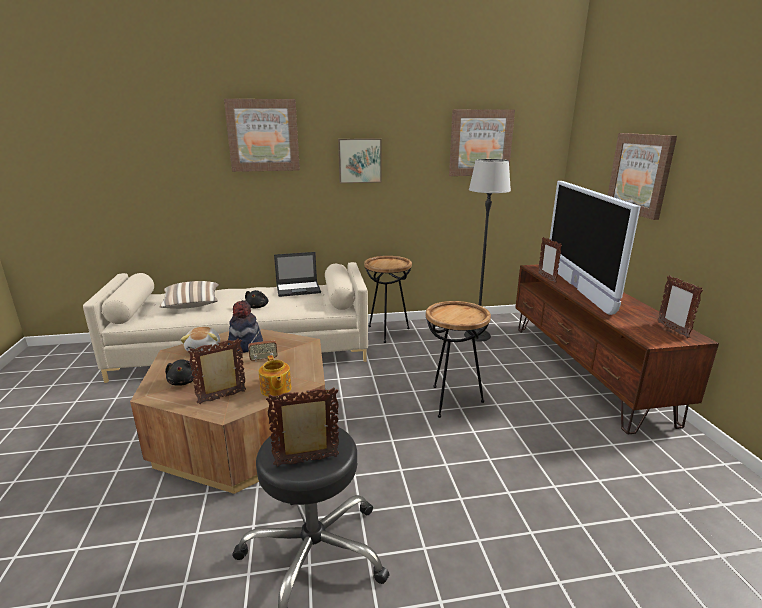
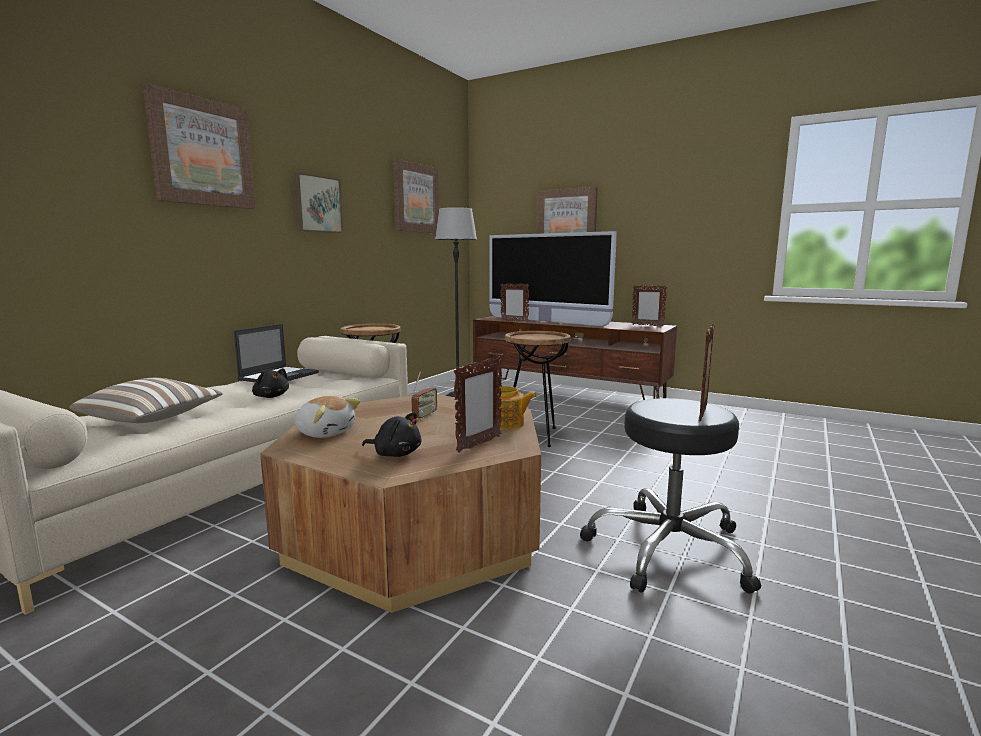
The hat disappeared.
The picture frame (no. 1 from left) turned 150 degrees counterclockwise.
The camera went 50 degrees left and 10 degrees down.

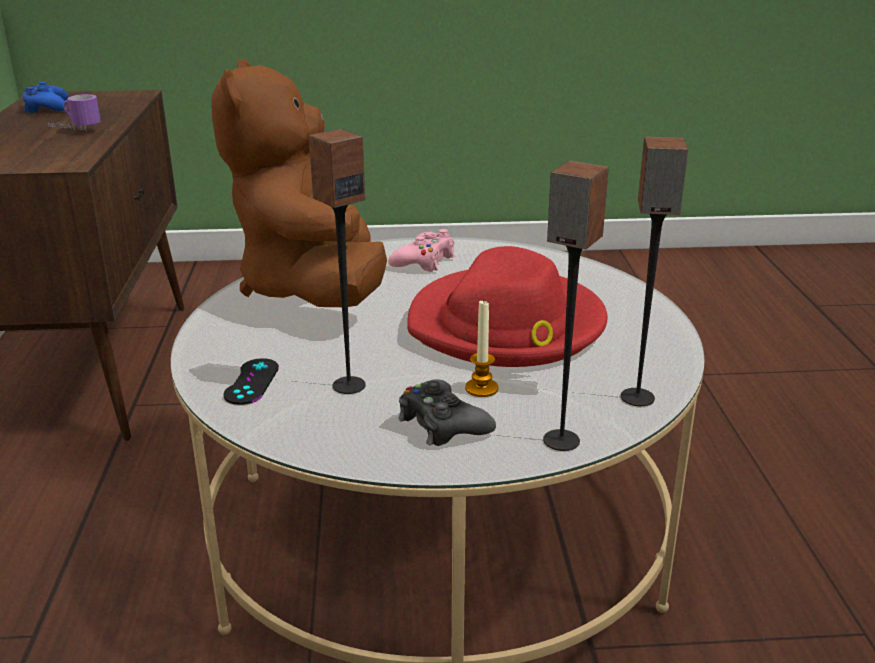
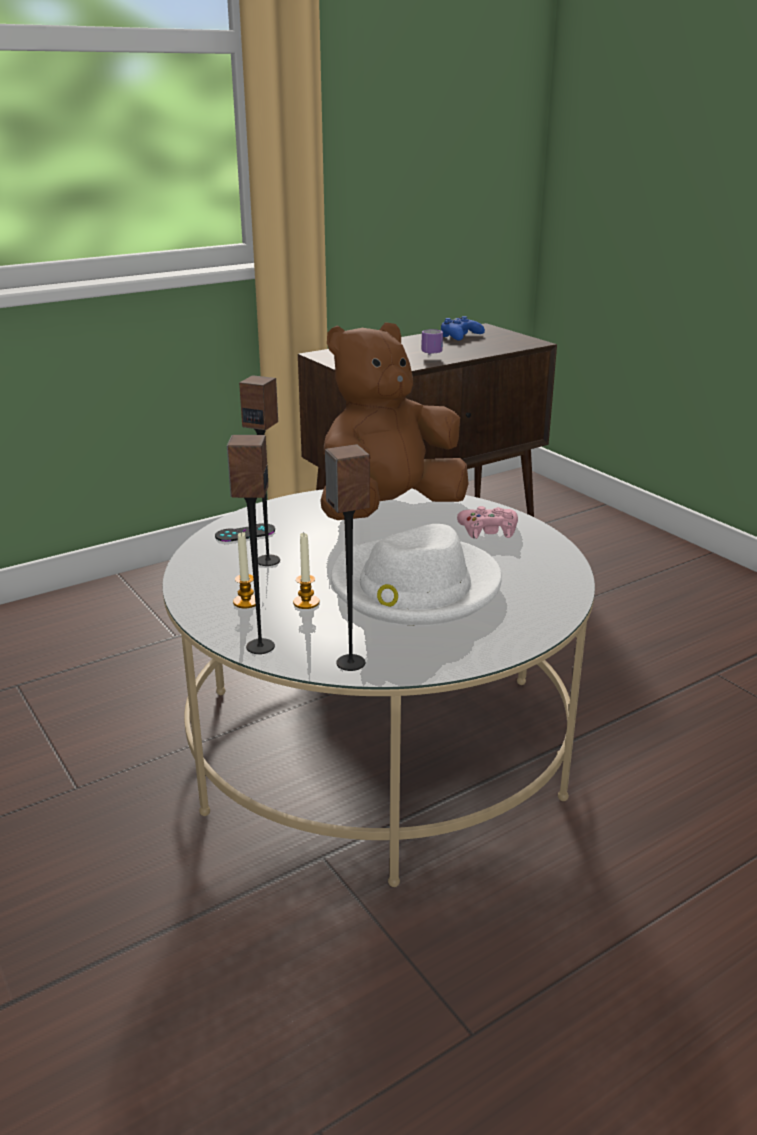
The black game controller (no. 2 from left) was replaced by the candle (no. 1 from left).
The red hat became the white hat.
The camera went 60 degrees right and 0 degrees up.

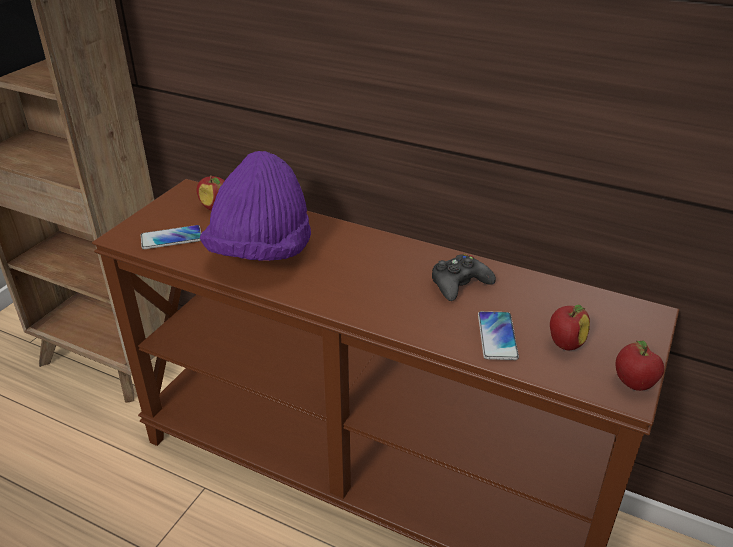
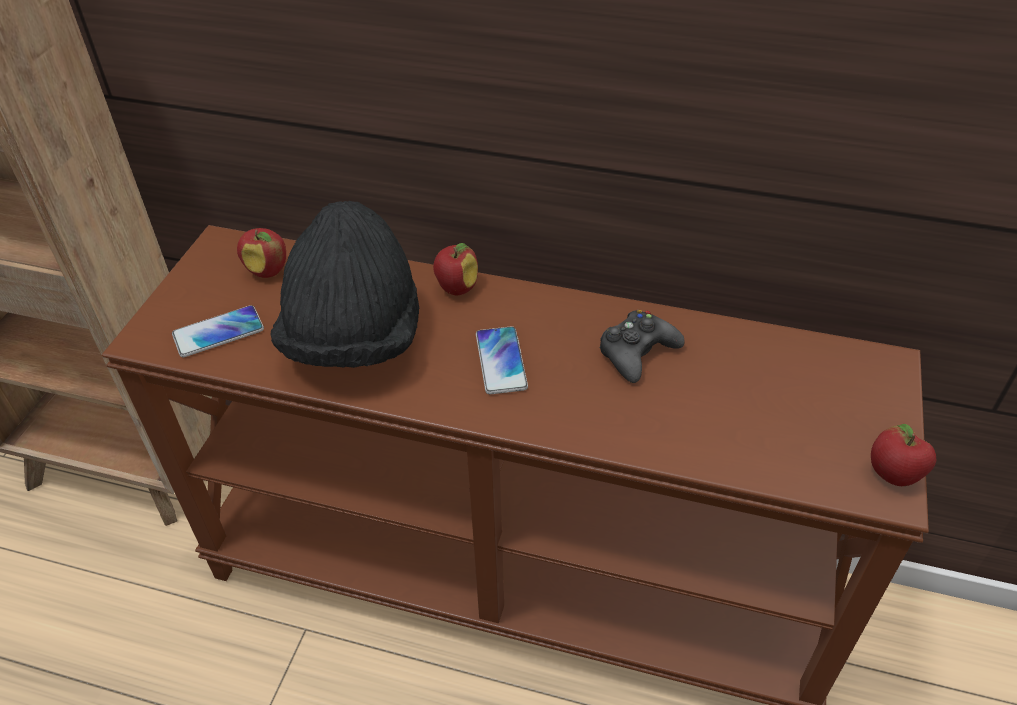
The phone (no. 2 from left) moved.
The apple (no. 2 from left) moved.
The purple hat became the black hat.
The camera went 10 degrees left and 10 degrees up.

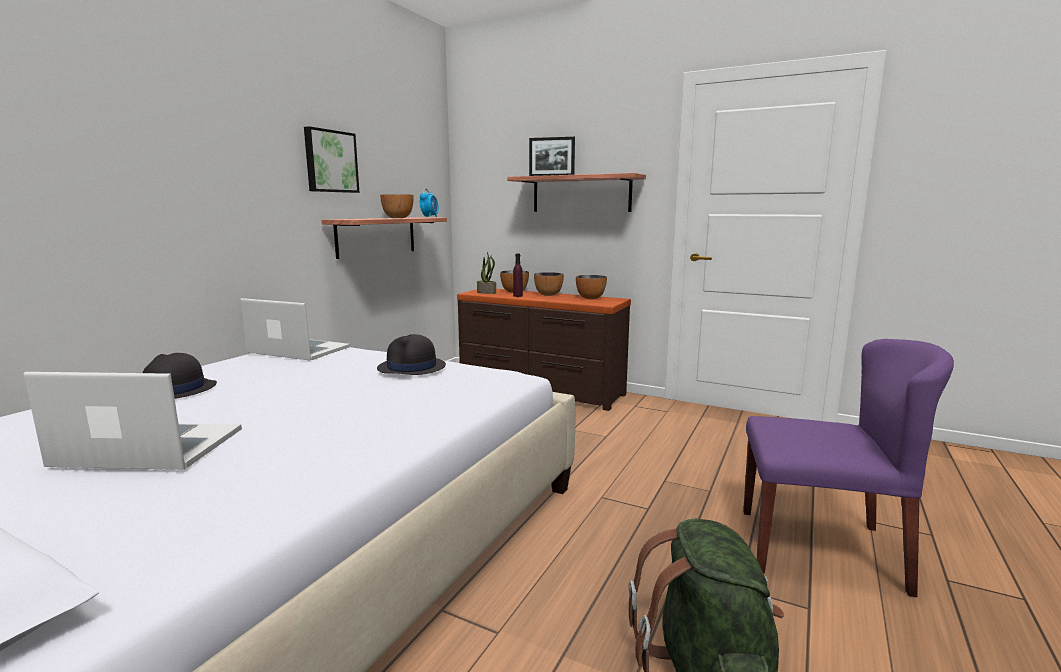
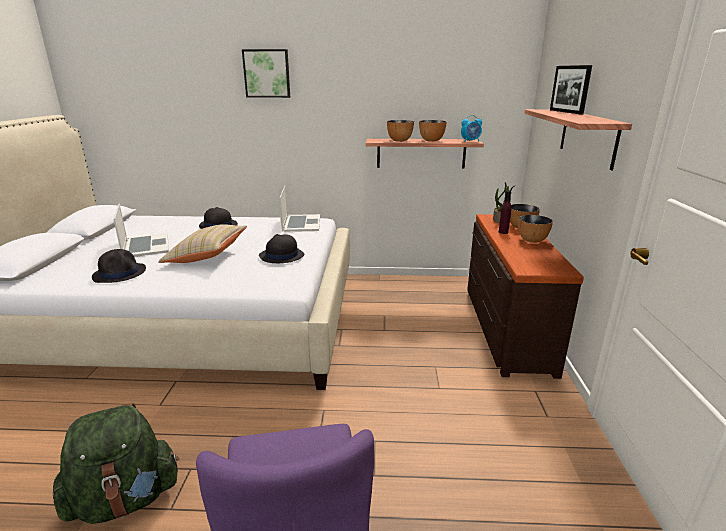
The black hat (no. 1 from left) appeared.
The beige pillow appeared.
The picture moved.
The bowl (no. 4 from left in the first image) moved.
The camera went 65 degrees right and 10 degrees up.

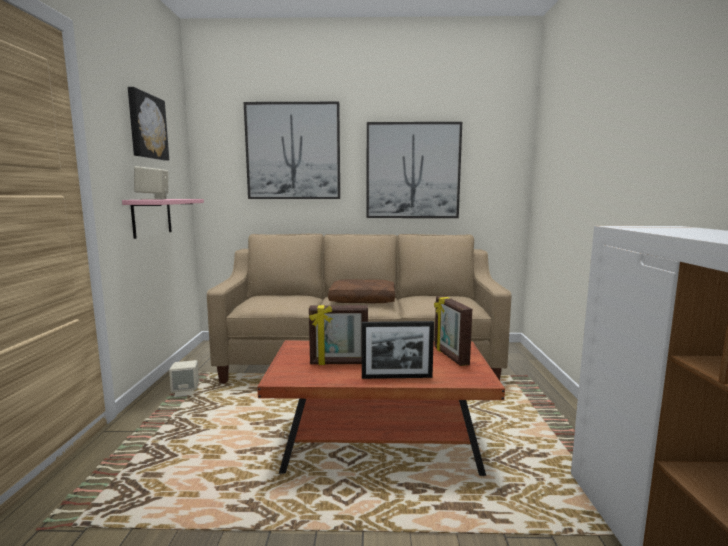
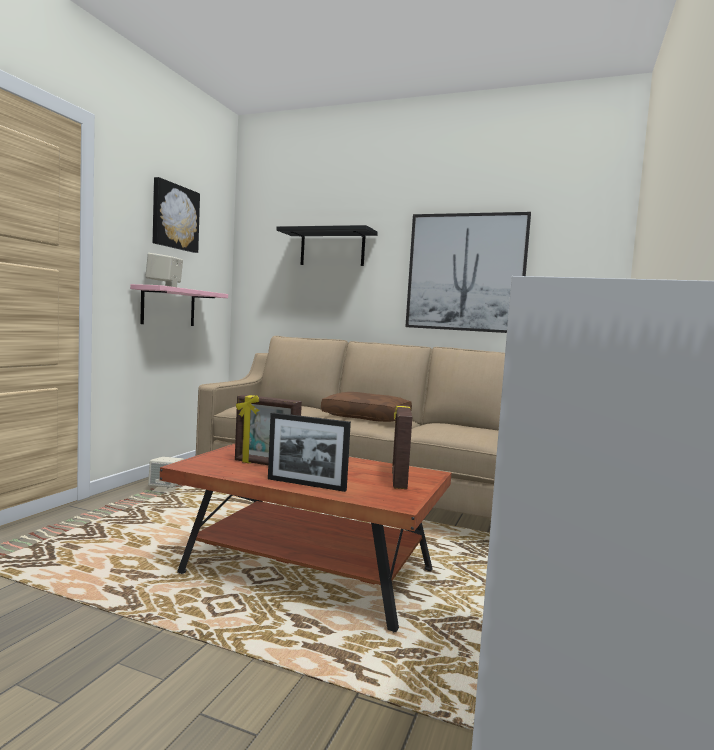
The picture (no. 2 from left) was replaced by the black shelf.
The camera went 20 degrees right and 5 degrees down.

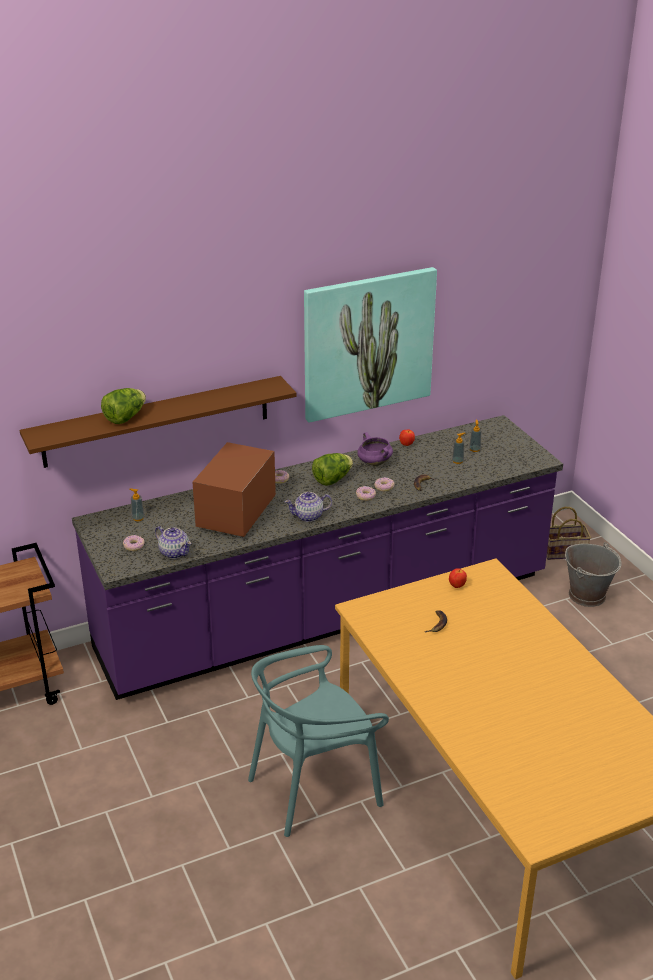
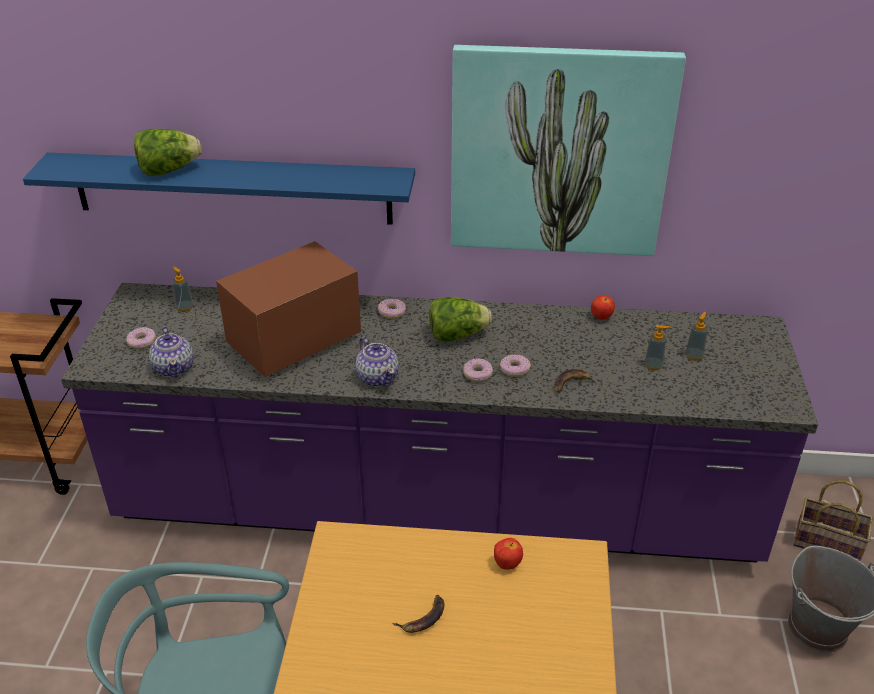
The purple cooking pot disappeared.
The brown shelf became the blue shelf.
The teapot (no. 2 from left) turned 135 degrees counterclockwise.
The camera went 30 degrees right and 5 degrees up.

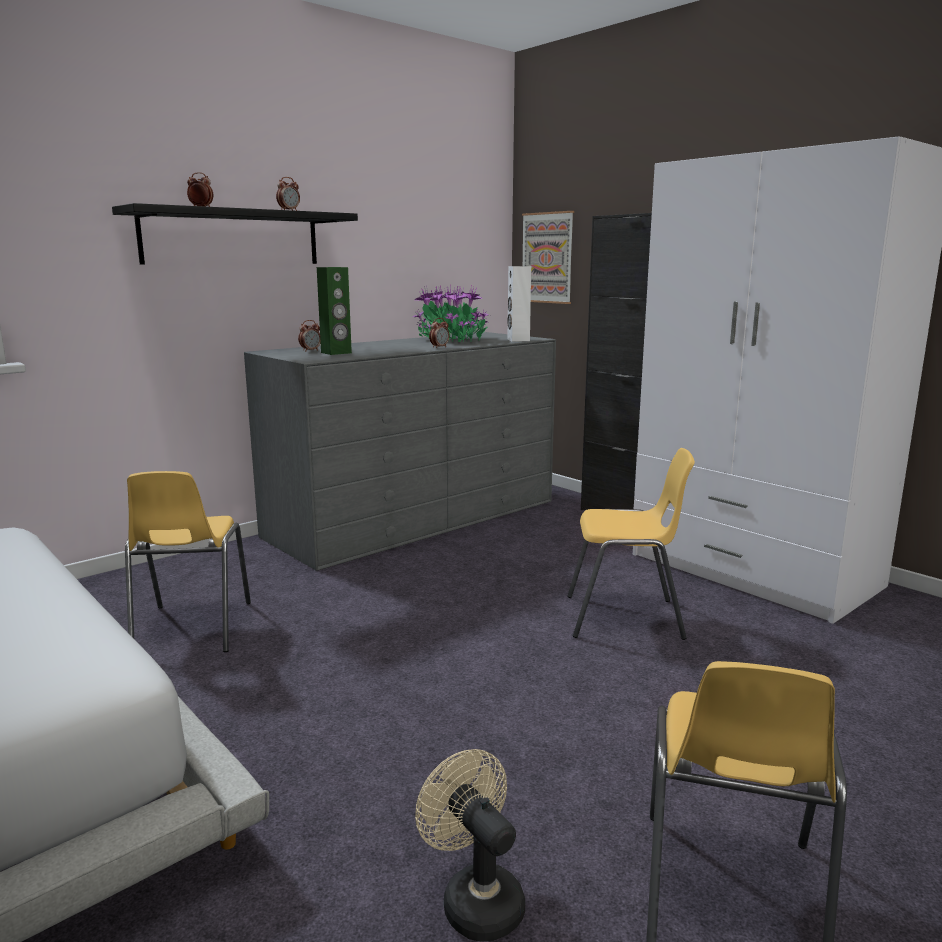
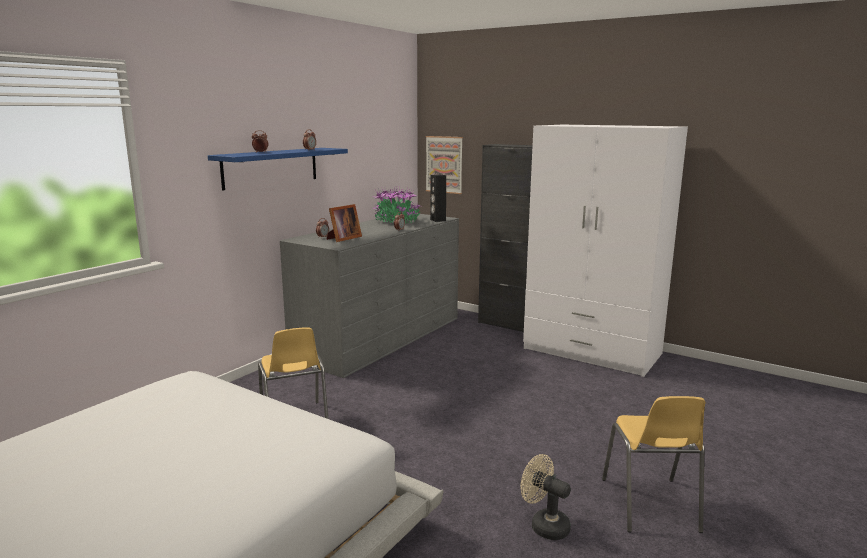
The yellow chair (no. 2 from left) disappeared.
The green speaker was replaced by the picture frame.
The black shelf became the blue shelf.
The white speaker became the black speaker.
The camera went 15 degrees left and 0 degrees up.

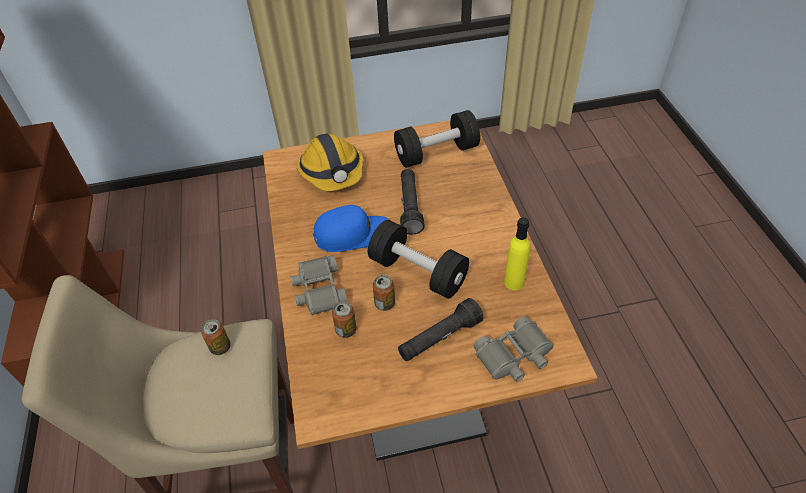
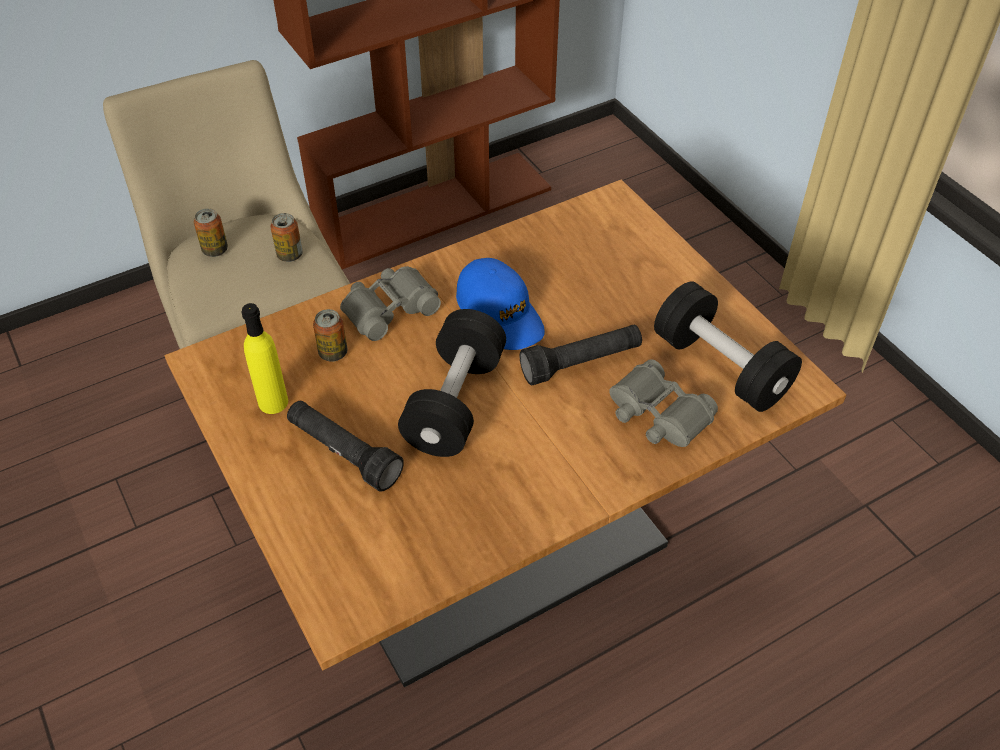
The hard hat disappeared.
The can (no. 3 from left in the first image) moved.
The grey binoculars (no. 2 from left) moved.
The yellow bottle moved.
The camera went 70 degrees right and 0 degrees up.

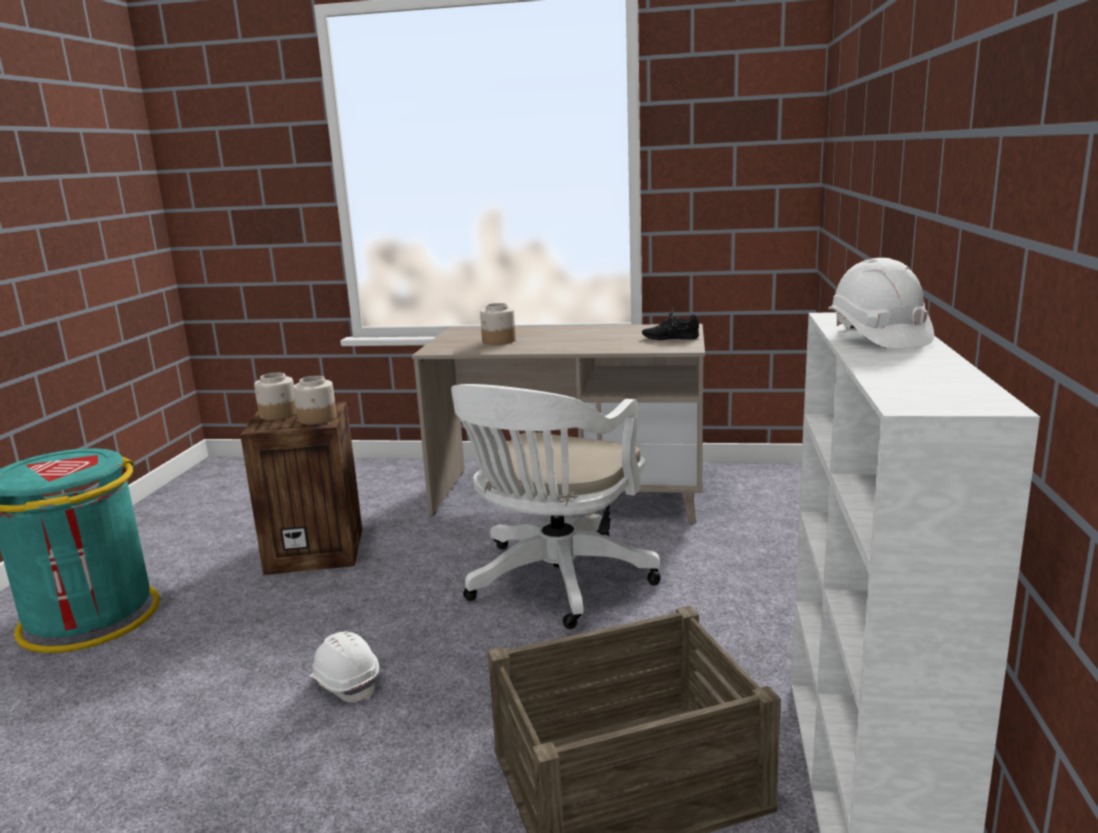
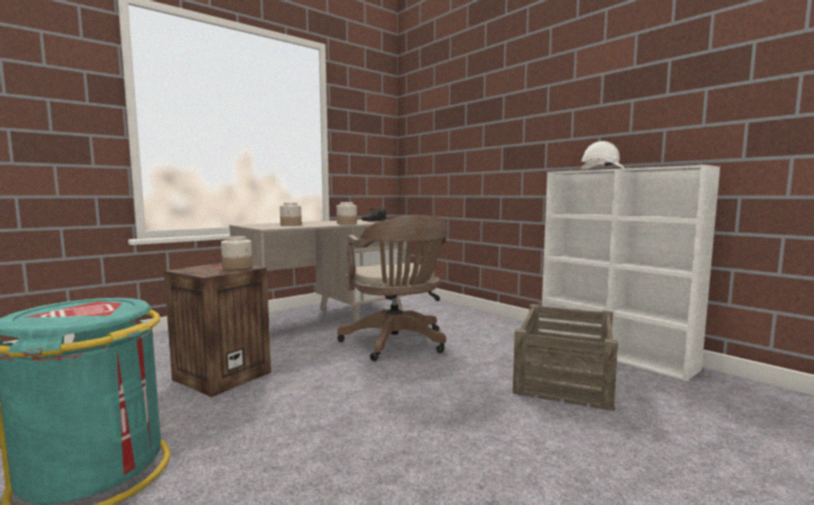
The white hard hat (no. 1 from left) disappeared.
The jar (no. 1 from left in the first image) moved.
The white office chair became the brown office chair.
The camera went 50 degrees left and 10 degrees down.

